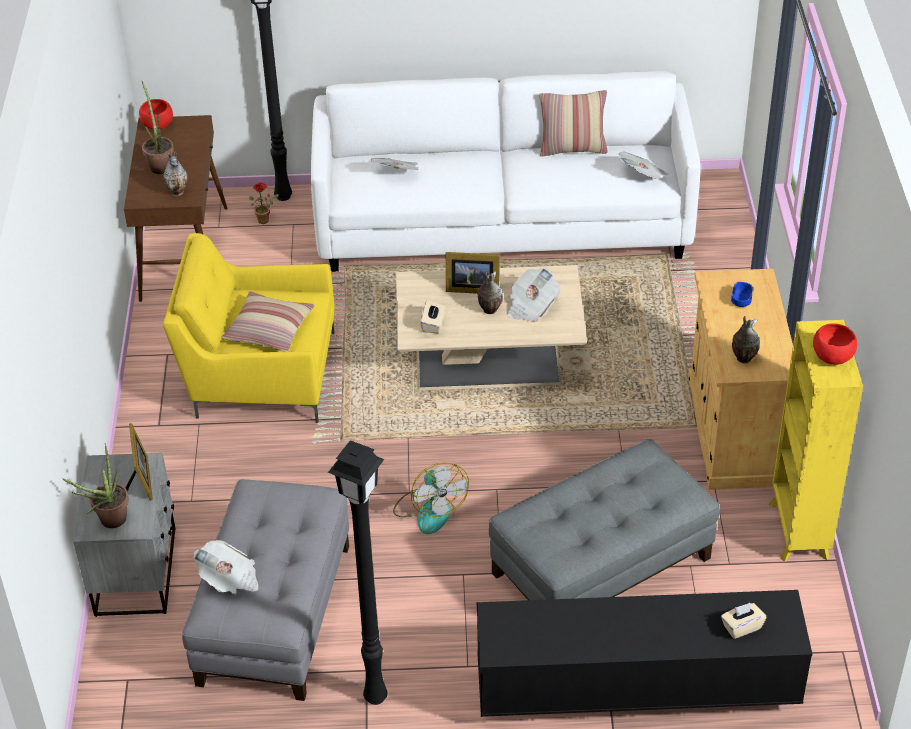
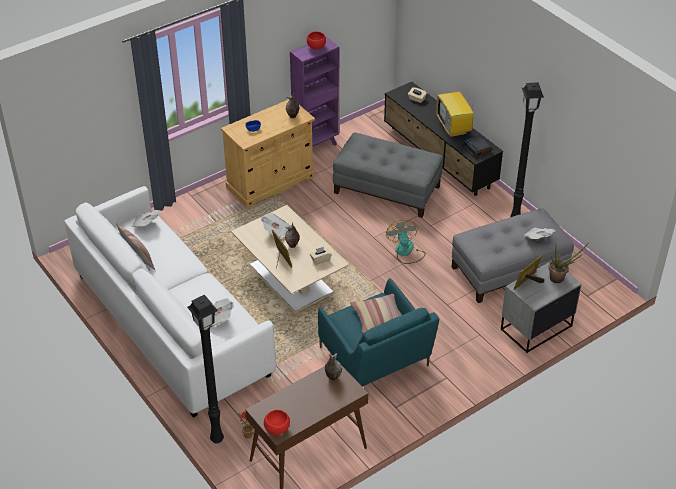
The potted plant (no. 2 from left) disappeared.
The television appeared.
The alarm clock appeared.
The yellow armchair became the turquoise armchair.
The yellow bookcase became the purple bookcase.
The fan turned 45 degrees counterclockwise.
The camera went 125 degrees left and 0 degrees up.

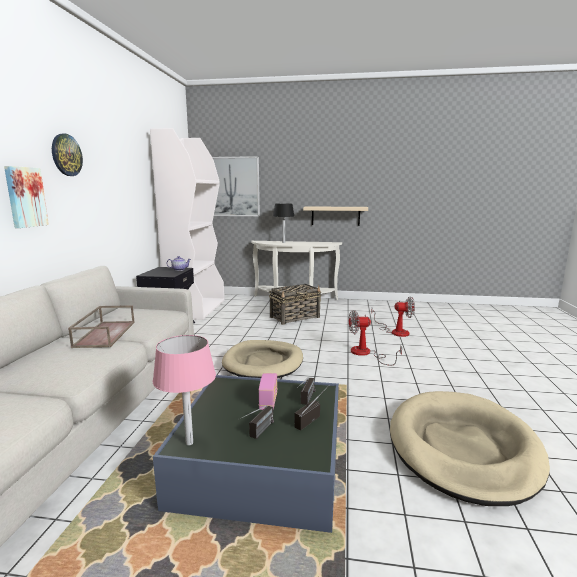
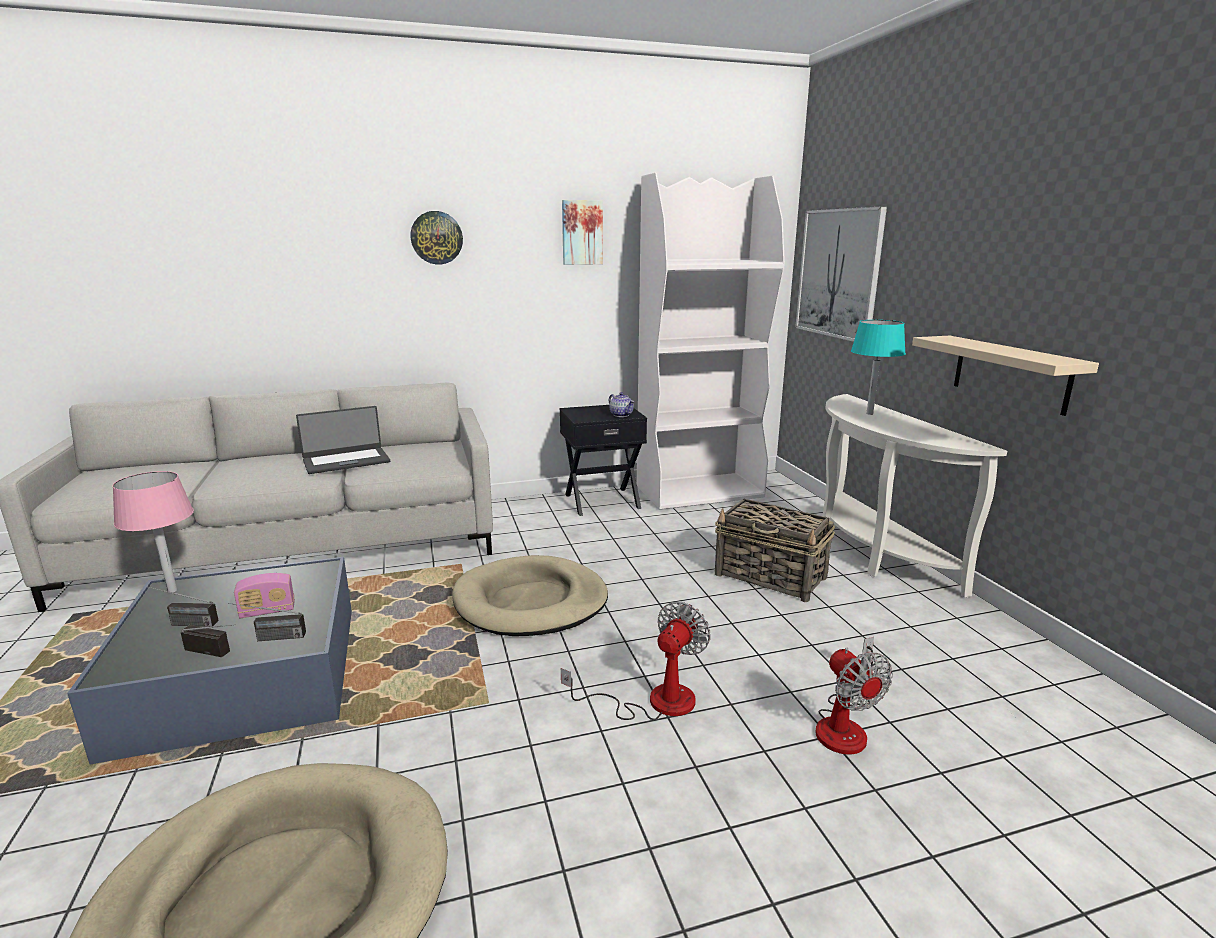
The picture (no. 1 from left) moved.
The brown tray was replaced by the laptop.
The black table lamp became the turquoise table lamp.
The fan (no. 1 from left) turned 60 degrees clockwise.
The camera went 65 degrees right and 5 degrees up.

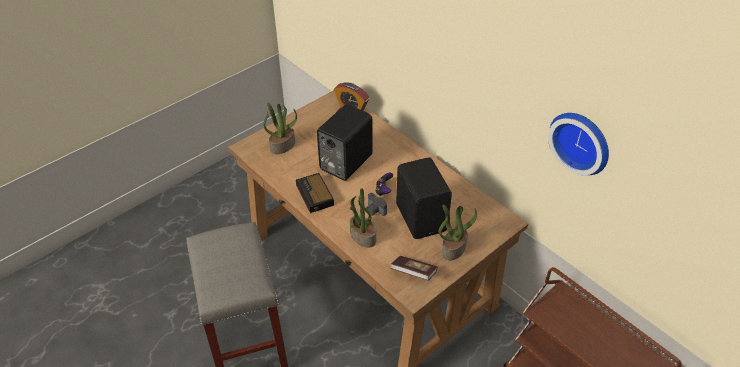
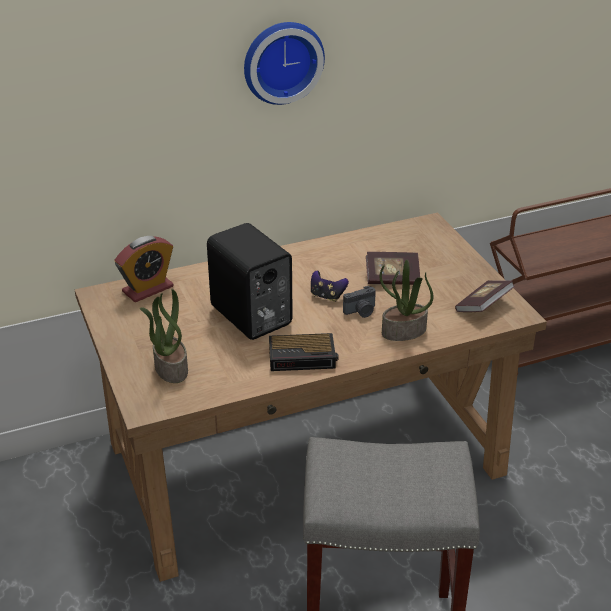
The potted plant (no. 3 from left) disappeared.
The wall clock moved.
The black speaker (no. 2 from left) was replaced by the book (no. 1 from left).
The camera went 70 degrees left and 10 degrees down.

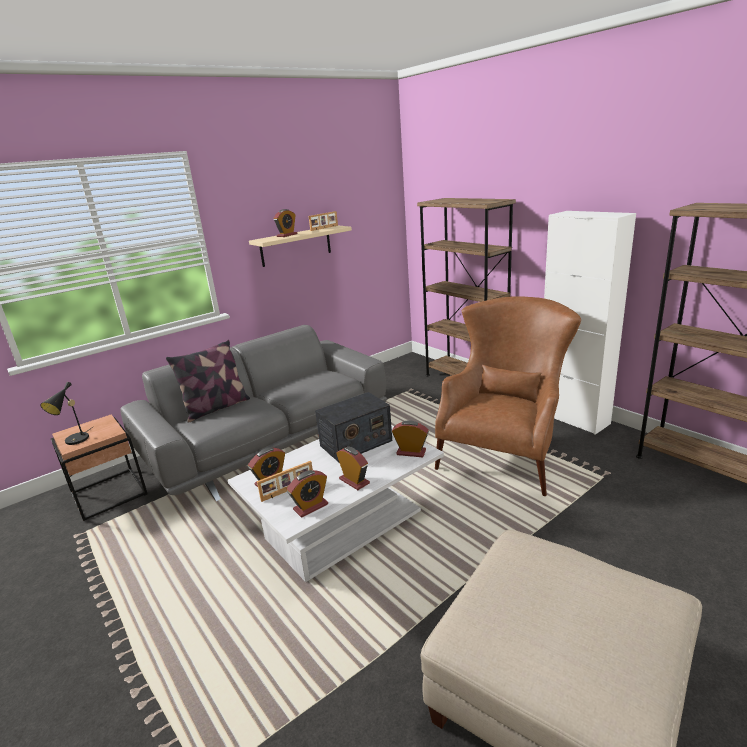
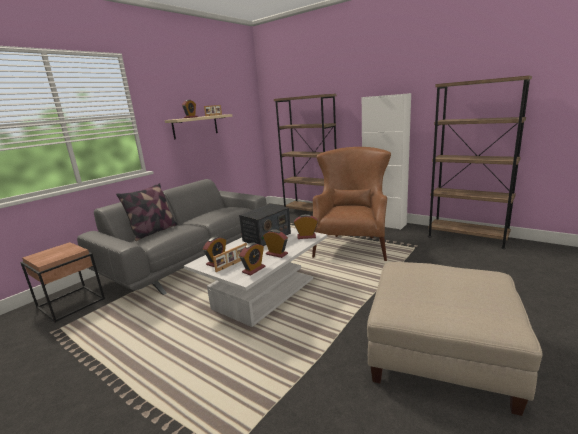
The black table lamp disappeared.
The camera went 15 degrees left and 5 degrees down.

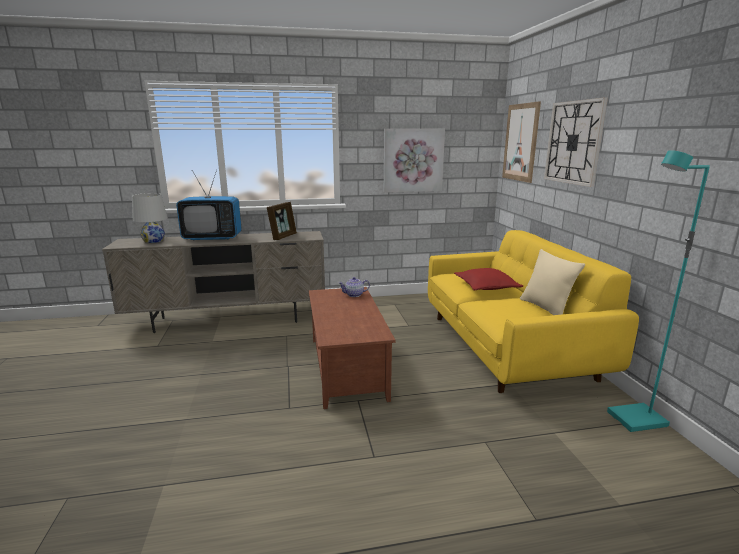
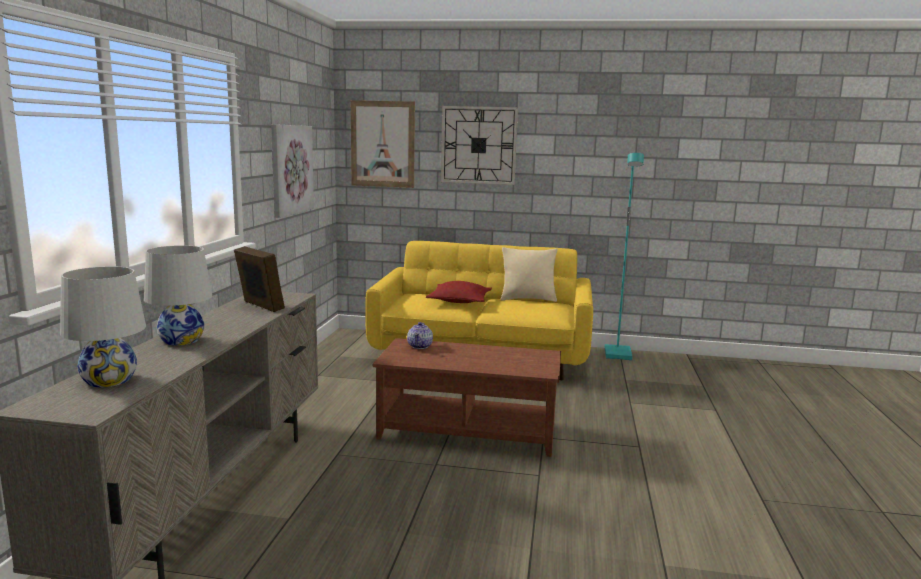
The television was replaced by the white table lamp (no. 2 from left).
The camera went 70 degrees left and 5 degrees down.

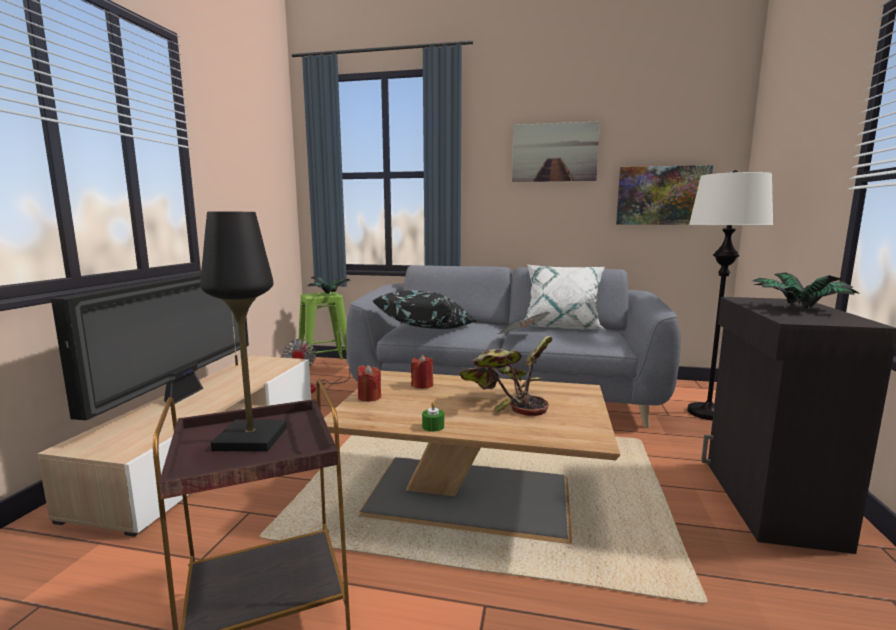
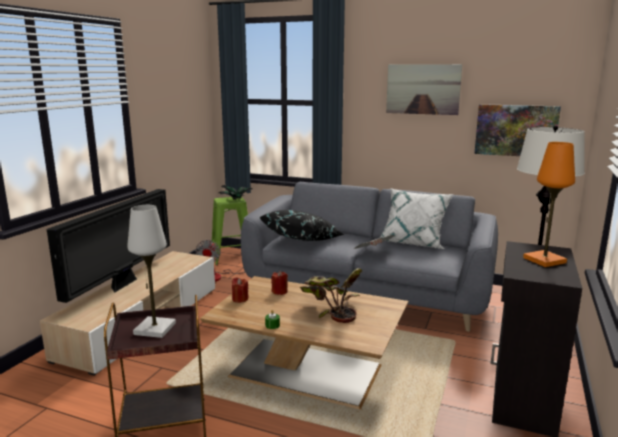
The potted plant (no. 3 from left) was replaced by the orange table lamp.
The black table lamp became the white table lamp.
The camera went 10 degrees right and 5 degrees up.

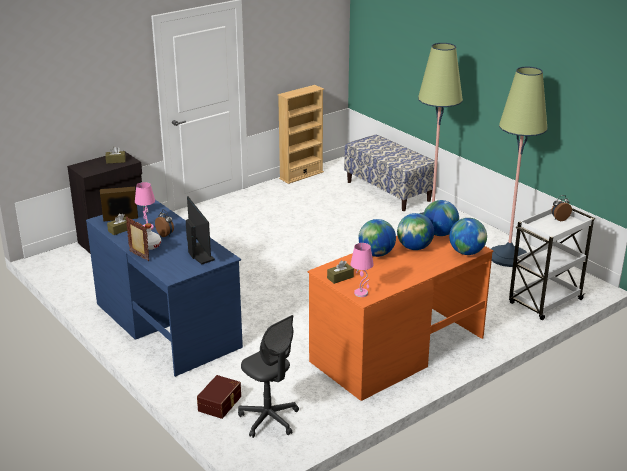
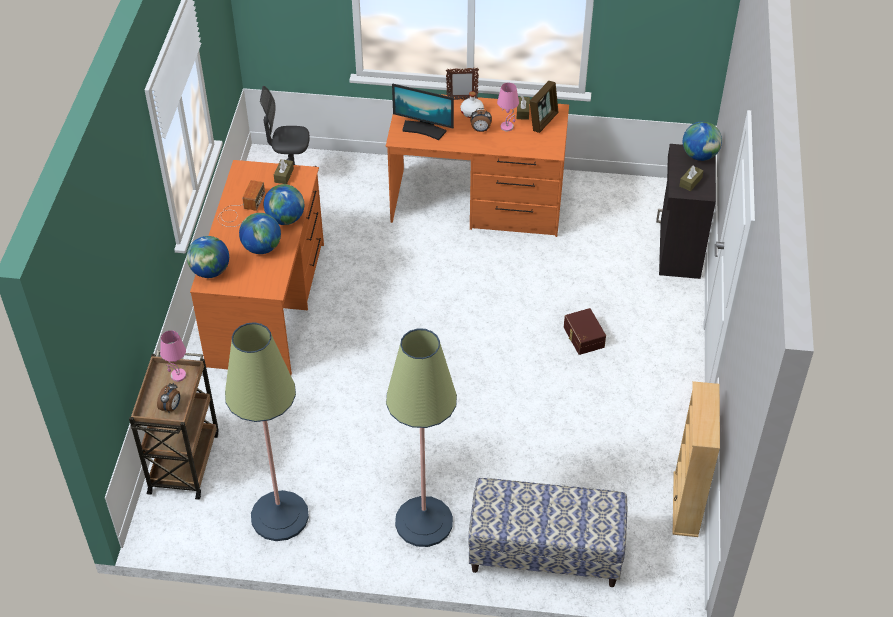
The radio appeared.
The brown storage box moved.
The pink table lamp (no. 2 from left in the first image) moved.
The globe (no. 3 from left in the first image) moved.
The blue desk became the orange desk (no. 2 from left).
The white cart became the brown cart.
The camera went 135 degrees right and 20 degrees up.

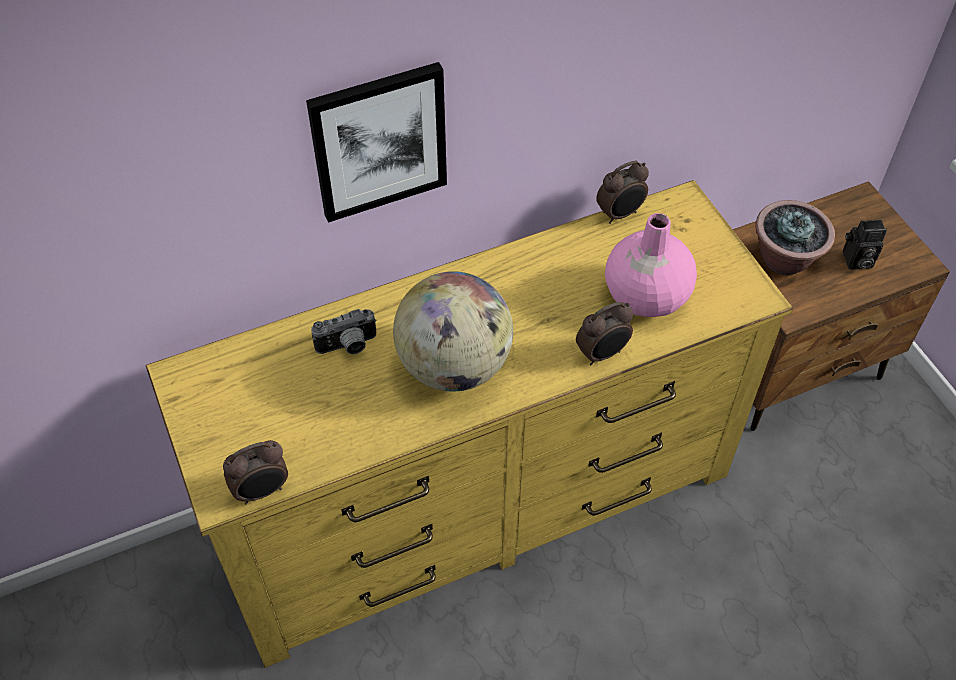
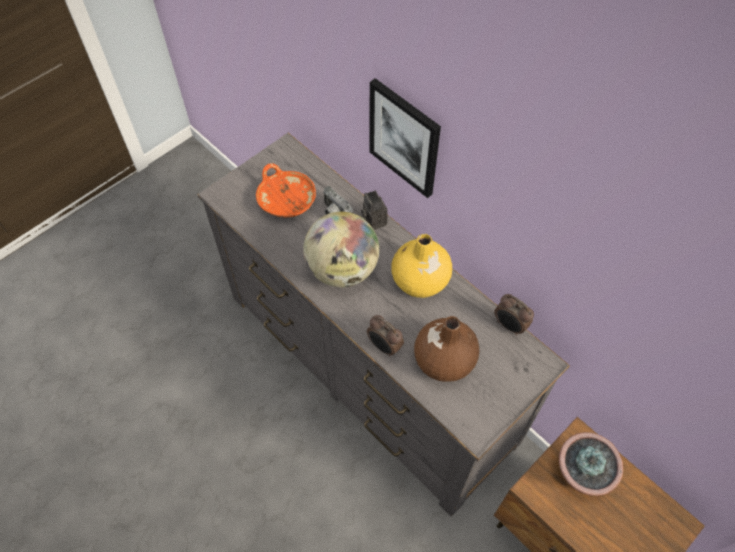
The alarm clock (no. 1 from left) disappeared.
The orange bowl appeared.
The yellow vase appeared.
The photo camera (no. 2 from left) moved.
The yellow dresser became the grey dresser.
The pink vase became the brown vase.
The camera went 70 degrees right and 5 degrees up.

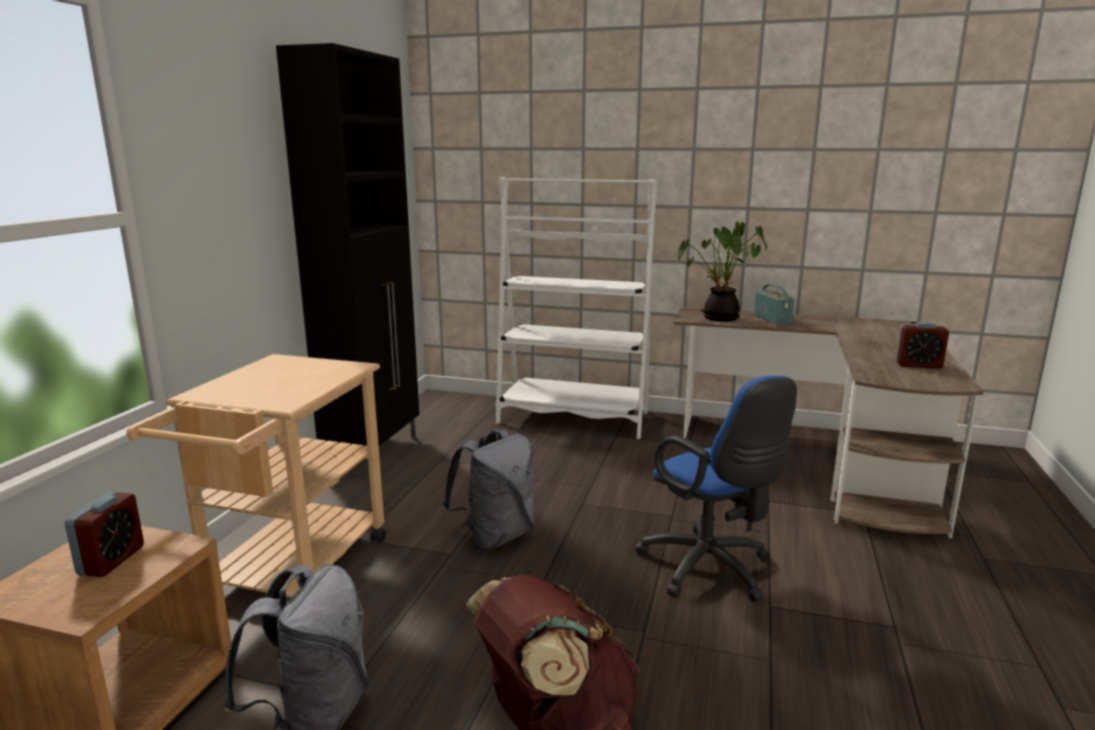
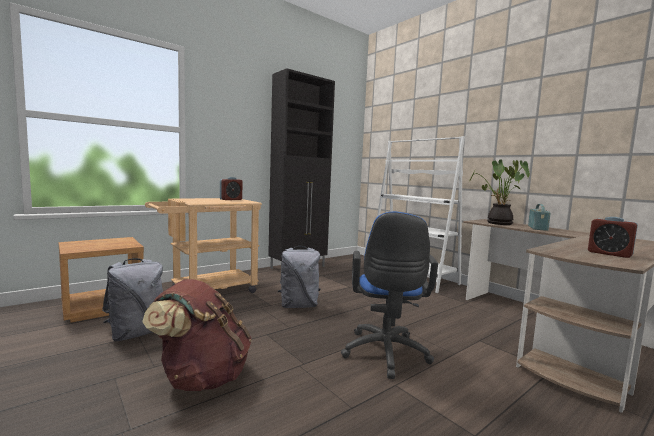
The alarm clock (no. 1 from left) moved.
The camera went 35 degrees right and 10 degrees down.

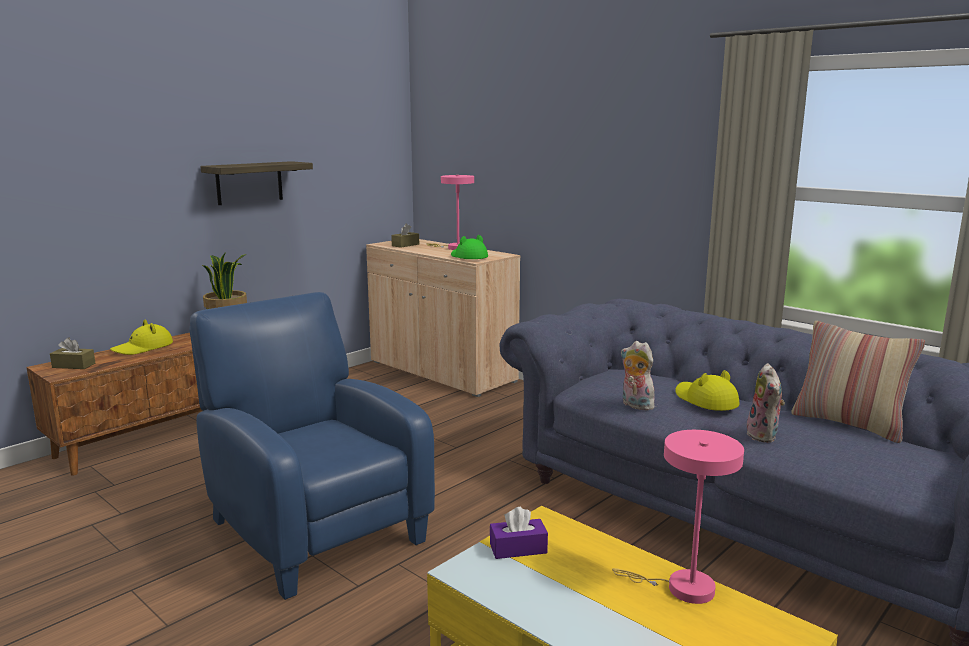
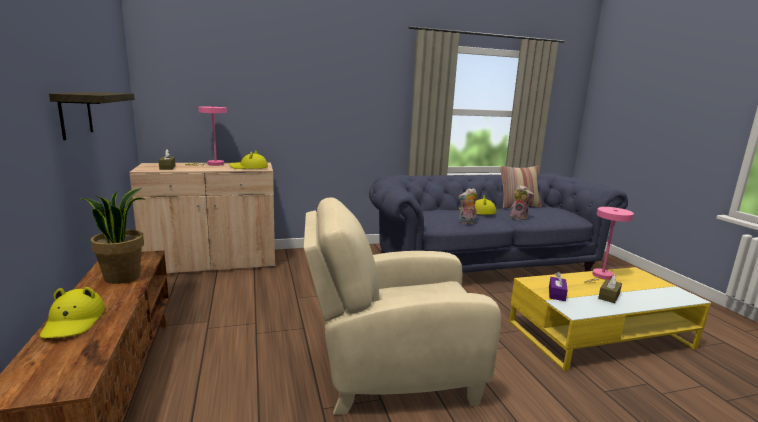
The brown tissue box (no. 1 from left in the first image) moved.
The blue armchair became the beige armchair.
The green hat became the yellow hat (no. 2 from left).
The camera went 60 degrees left and 0 degrees up.

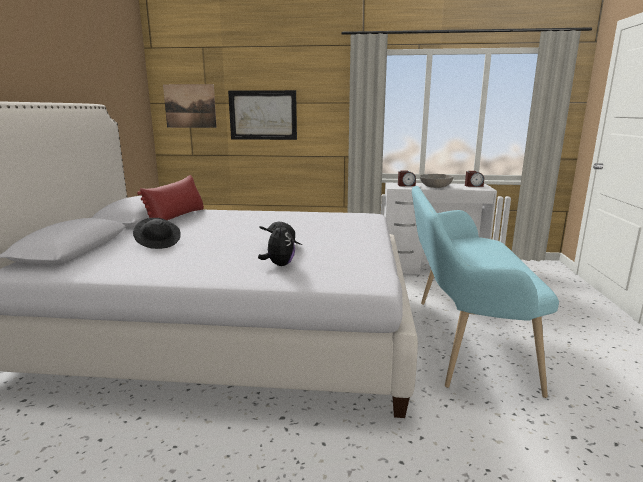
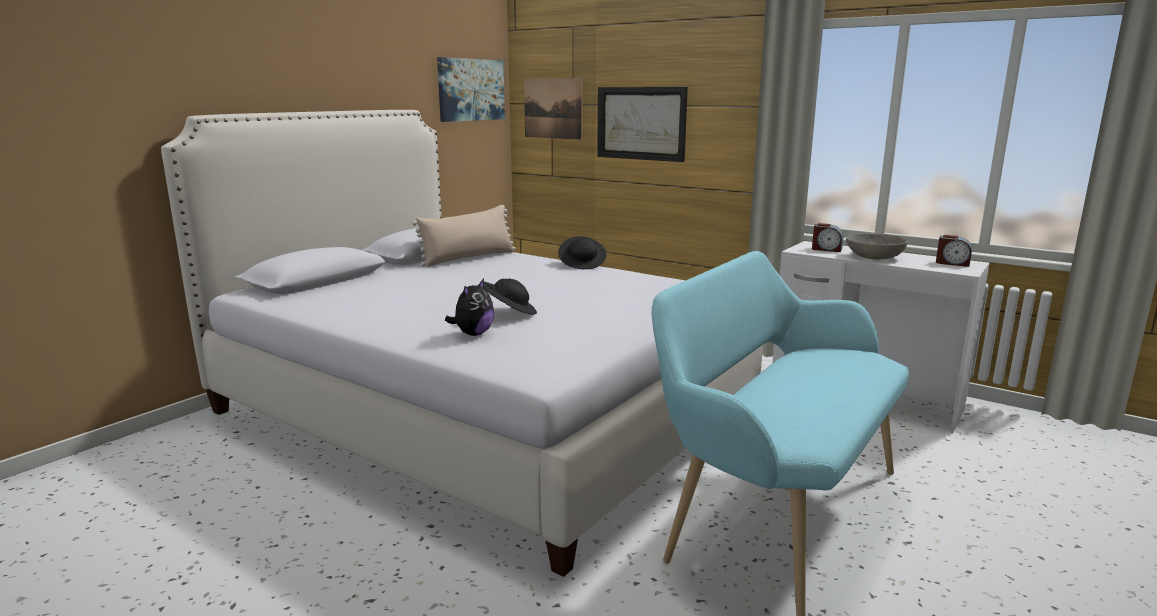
The picture (no. 1 from left) appeared.
The black hat (no. 1 from left in the first image) moved.
The red pillow became the beige pillow.
The camera went 30 degrees right and 0 degrees up.

